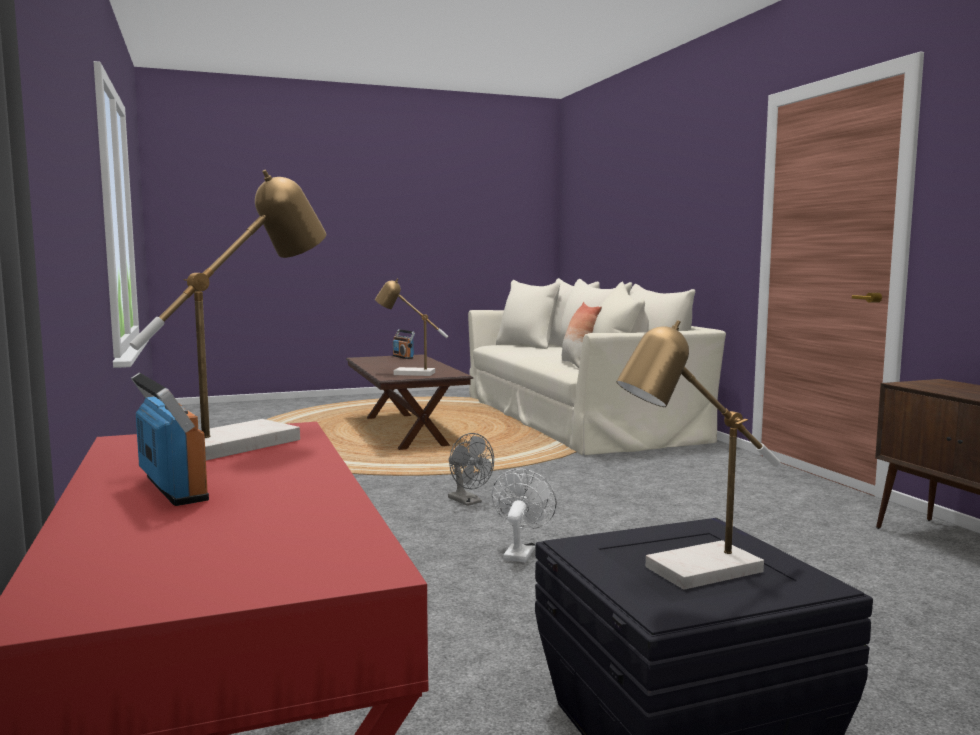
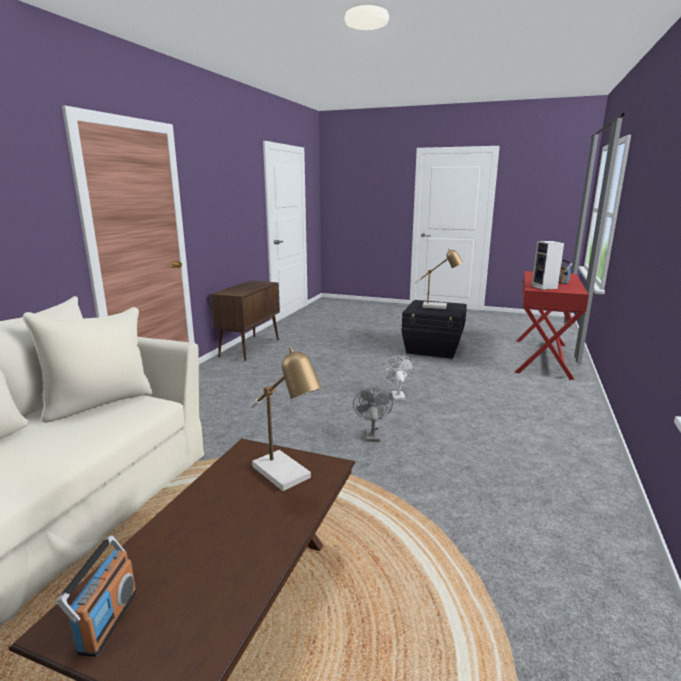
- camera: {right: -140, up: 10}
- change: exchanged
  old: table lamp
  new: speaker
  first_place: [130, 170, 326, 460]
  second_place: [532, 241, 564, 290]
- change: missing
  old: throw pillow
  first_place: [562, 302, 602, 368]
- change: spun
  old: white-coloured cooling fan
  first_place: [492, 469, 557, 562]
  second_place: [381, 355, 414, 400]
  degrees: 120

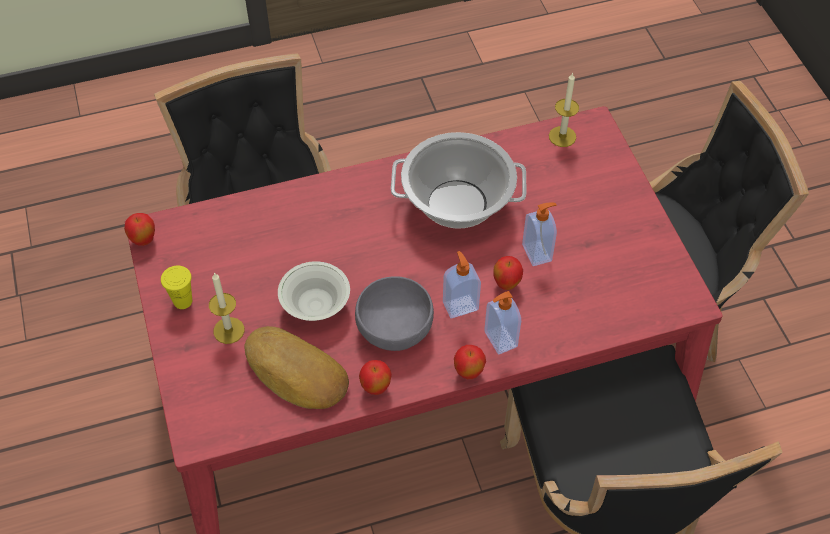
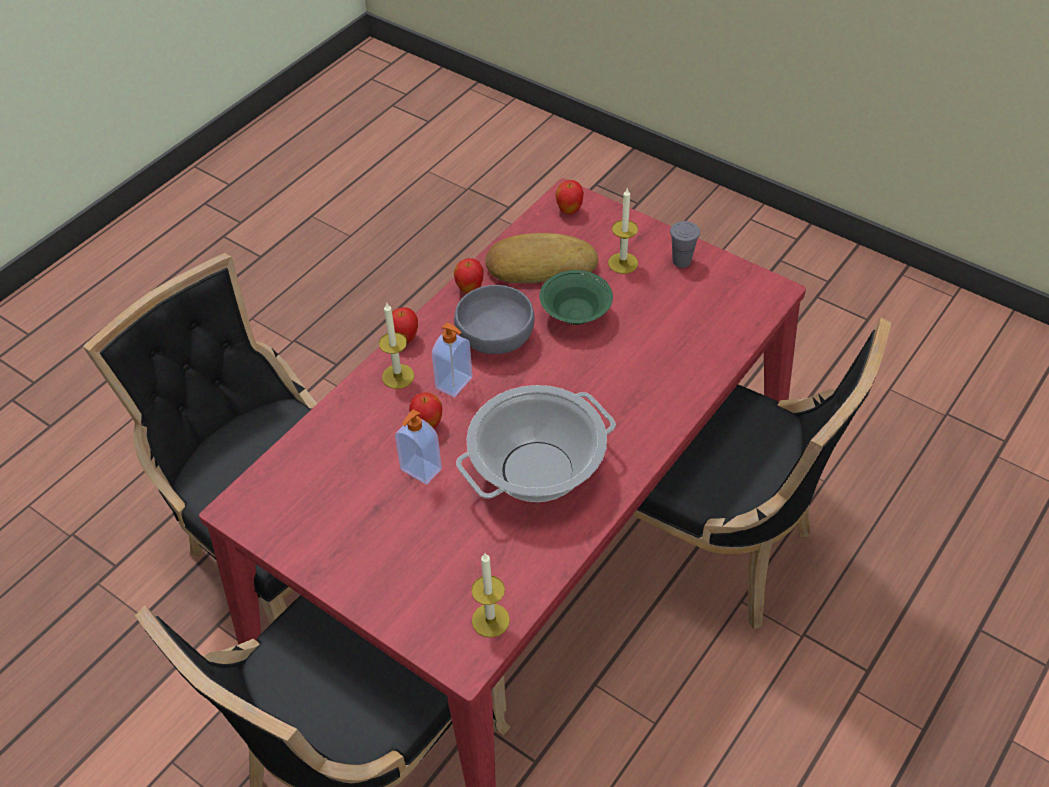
- camera: {right: 145, up: -5}
- change: relocated
  old: apple fruit
  first_place: [124, 213, 155, 246]
  second_place: [556, 180, 584, 215]
- change: colour
  old: white-coloured deep dish
  new: greenish deep dish
  first_place: [278, 261, 350, 321]
  second_place: [540, 270, 613, 325]
- change: colour
  old: yellowish small cup
  new: greyish small cup
  first_place: [161, 266, 192, 309]
  second_place: [670, 221, 700, 268]
- change: exchanged
  old: soap dispenser
  new: candle
  first_place: [484, 291, 521, 355]
  second_place: [379, 302, 414, 389]

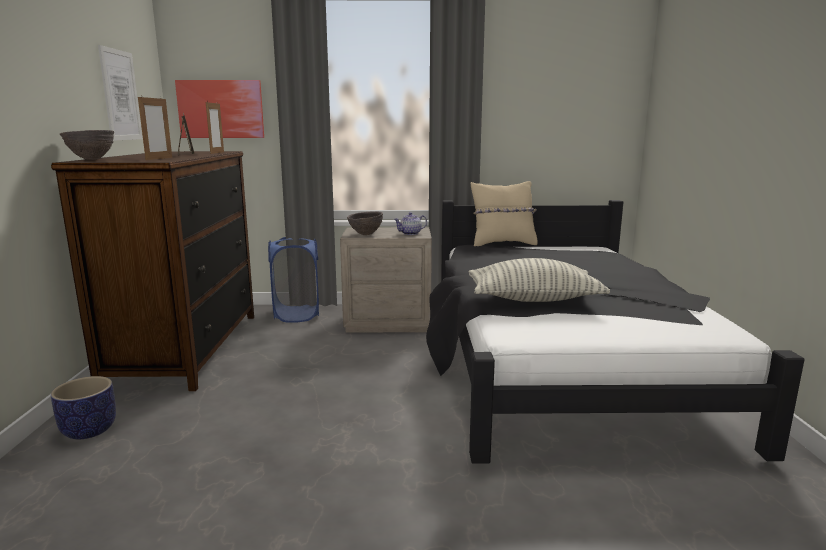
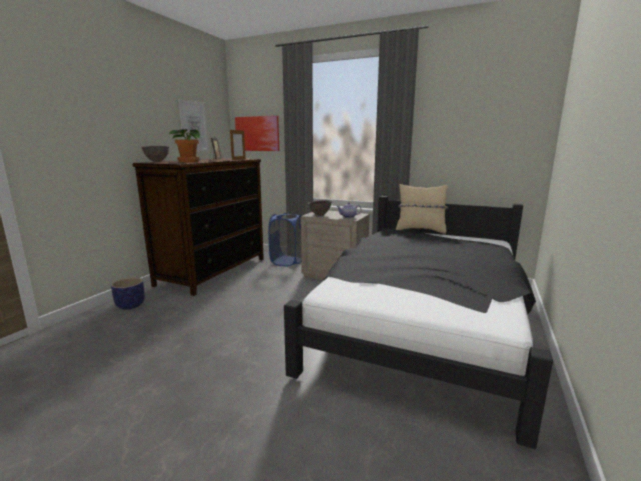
- camera: {right: 25, up: 0}
- change: exchanged
  old: photo frame
  new: plant in a pot
  first_place: [138, 97, 172, 160]
  second_place: [168, 129, 200, 163]
- change: missing
  old: throw pillow
  first_place: [469, 258, 610, 302]

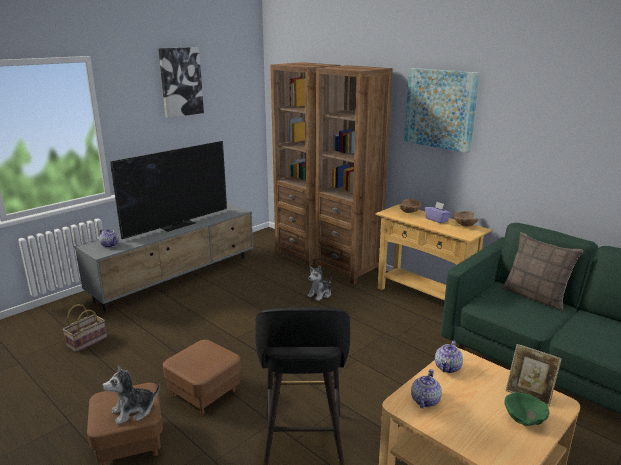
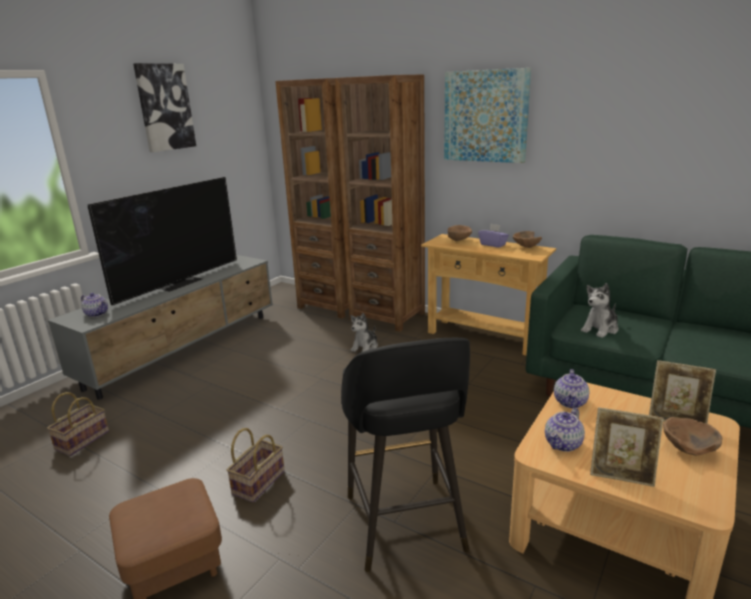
- camera: {right: -10, up: 0}
- change: missing
  old: throw pillow
  first_place: [502, 232, 583, 311]
- change: exchanged
  old: brown-coloured ottoman
  new: household basket
  first_place: [163, 340, 241, 414]
  second_place: [227, 428, 285, 503]
- change: relocated
  old: soft toy
  first_place: [103, 365, 160, 425]
  second_place: [581, 283, 618, 338]
- change: spun
  old: tea pot
  first_place: [411, 369, 442, 408]
  second_place: [545, 408, 585, 452]
  degrees: -150
- change: colour
  old: greenish deep dish
  new: brown-coloured deep dish
  first_place: [504, 392, 549, 426]
  second_place: [663, 417, 722, 456]
- change: appeared
  new: photo frame
  second_place: [590, 407, 664, 487]

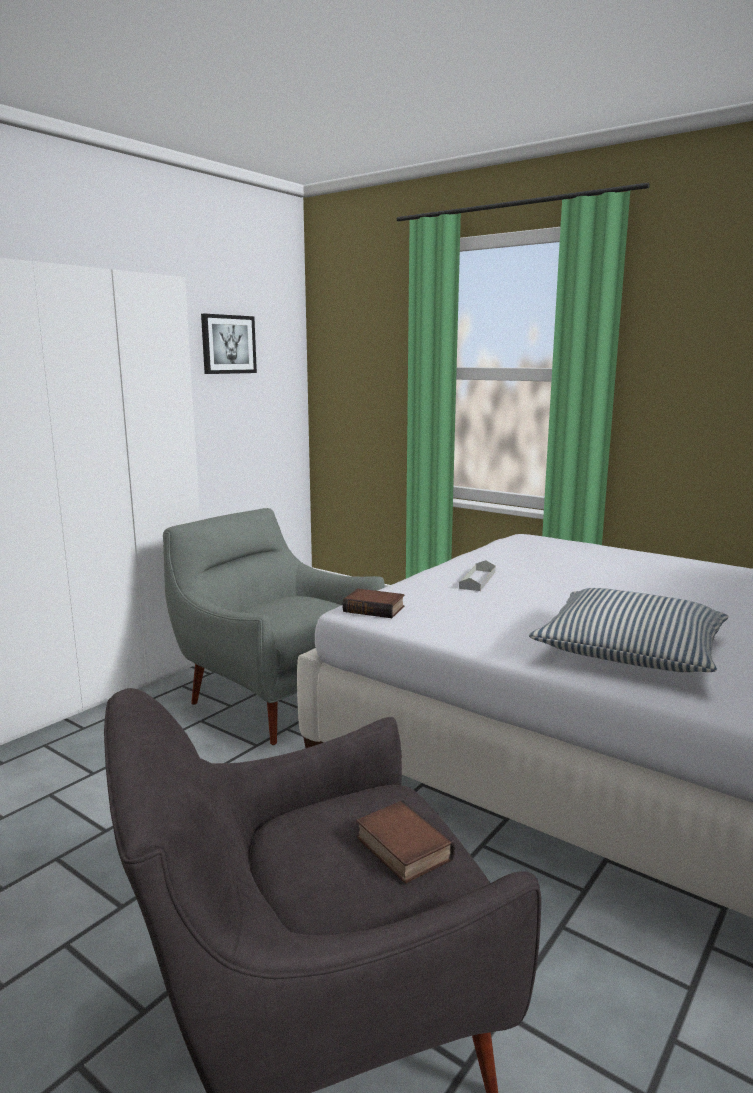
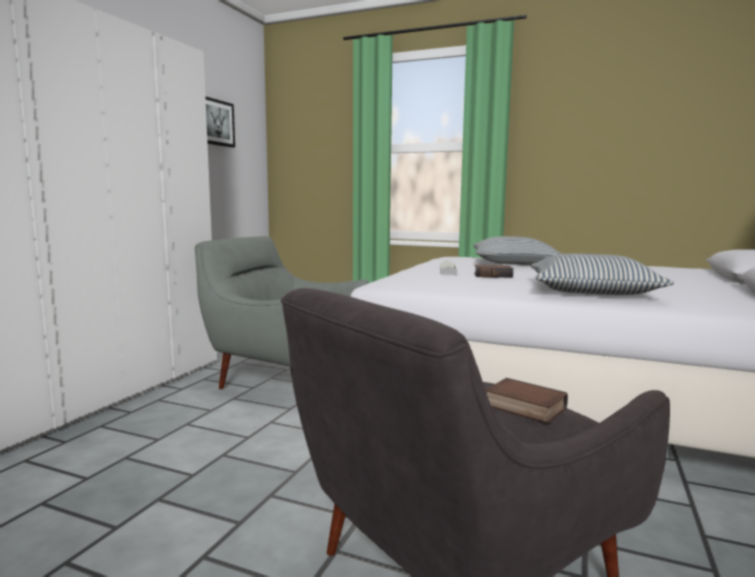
- camera: {right: -15, up: -5}
- change: relocated
  old: volume
  first_place: [342, 589, 405, 618]
  second_place: [474, 265, 513, 278]
- change: appeared
  new: throw pillow
  second_place: [473, 236, 562, 265]

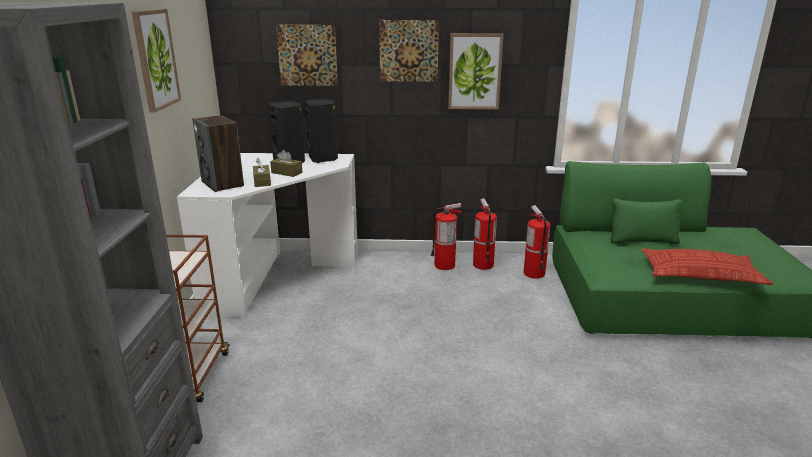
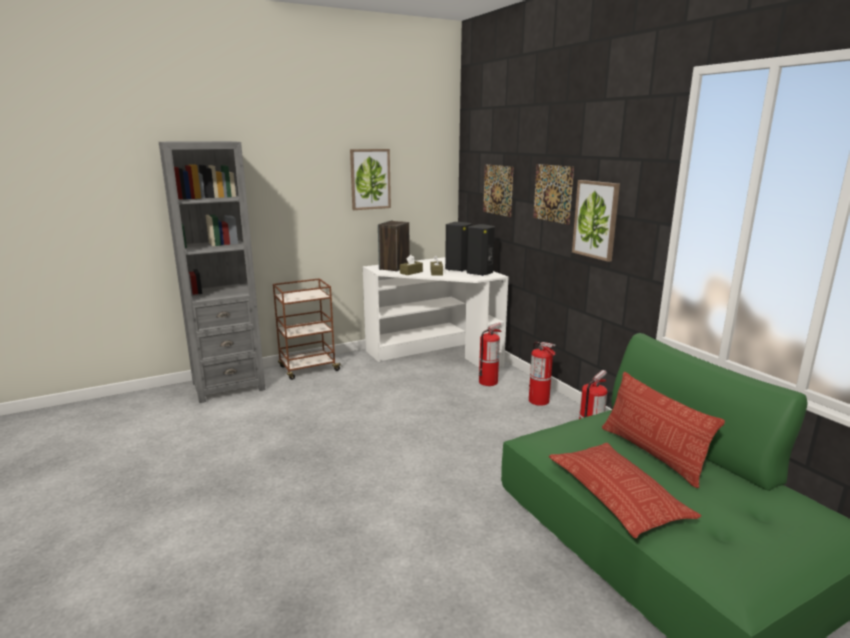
- camera: {right: 60, up: -5}
- change: relocated
  old: fire-fighting cylinder
  first_place: [473, 199, 497, 270]
  second_place: [479, 322, 501, 386]
- change: appeared
  new: throw pillow
  second_place: [602, 372, 725, 488]

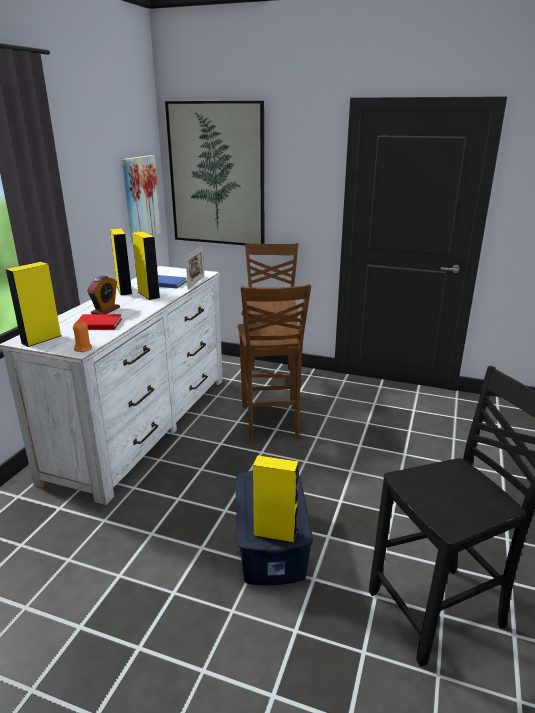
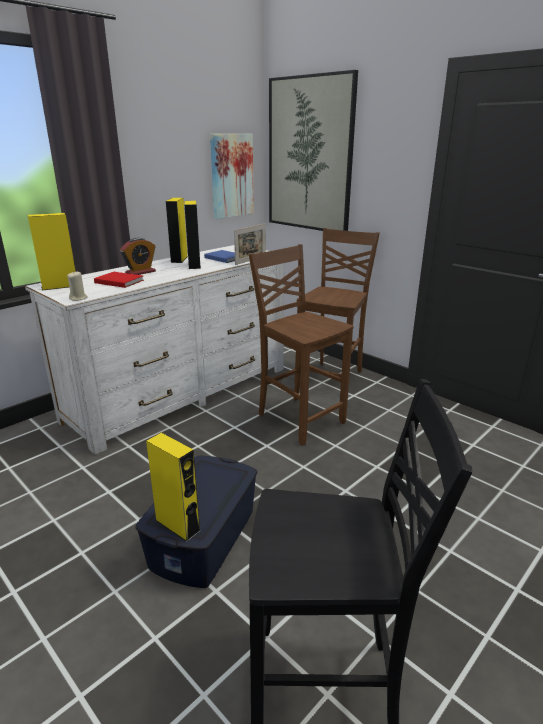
- camera: {right: 25, up: 0}
- change: spun
  old: brown-coloured plain chair
  first_place: [238, 284, 311, 440]
  second_place: [249, 244, 353, 446]
  degrees: 120
- change: colour
  old: orangey candle
  new: beige-coloured candle
  first_place: [73, 322, 92, 352]
  second_place: [67, 272, 88, 301]

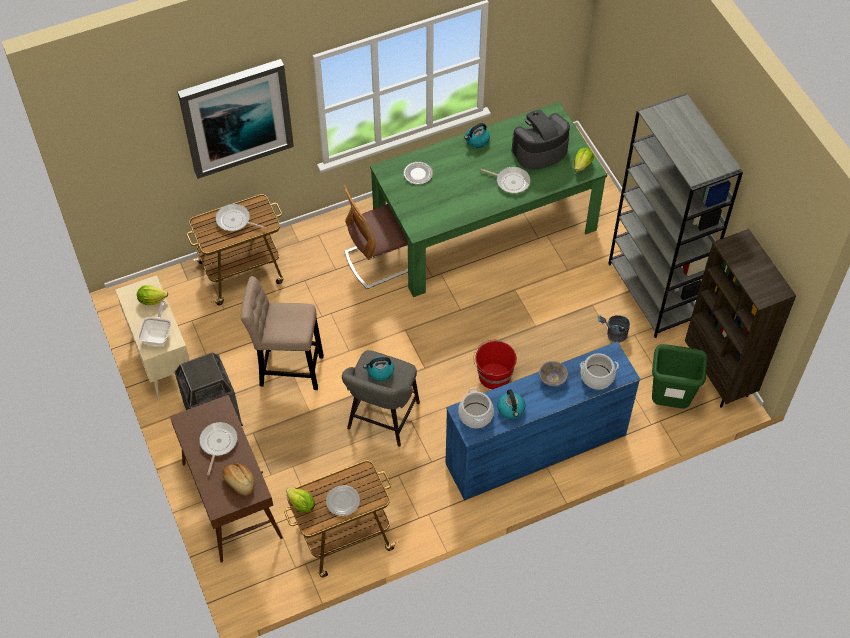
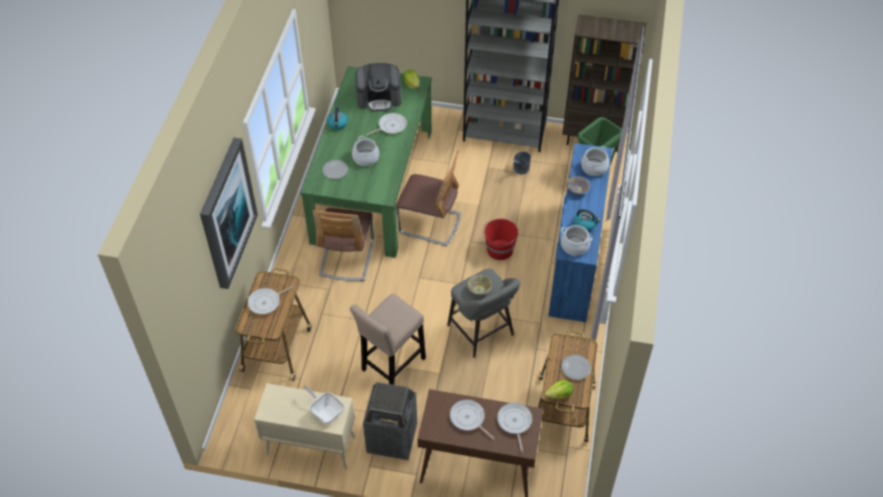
- camera: {right: -55, up: -5}
- change: spun
  old: coffee machine
  first_place: [512, 110, 570, 169]
  second_place: [355, 63, 402, 111]
  degrees: -105
- change: missing
  old: lettuce
  first_place: [137, 285, 168, 305]
- change: exchanged
  old: water kettle
  new: beige-coloured deep dish
  first_place: [363, 356, 394, 381]
  second_place: [467, 275, 492, 295]
- change: exchanged
  old: bakery bread
  new: skillet
  first_place: [222, 463, 255, 495]
  second_place: [497, 403, 532, 452]
- change: appeared
  new: cooking pot
  second_place: [352, 136, 379, 166]
- change: appeared
  new: plain chair
  second_place: [396, 151, 461, 246]

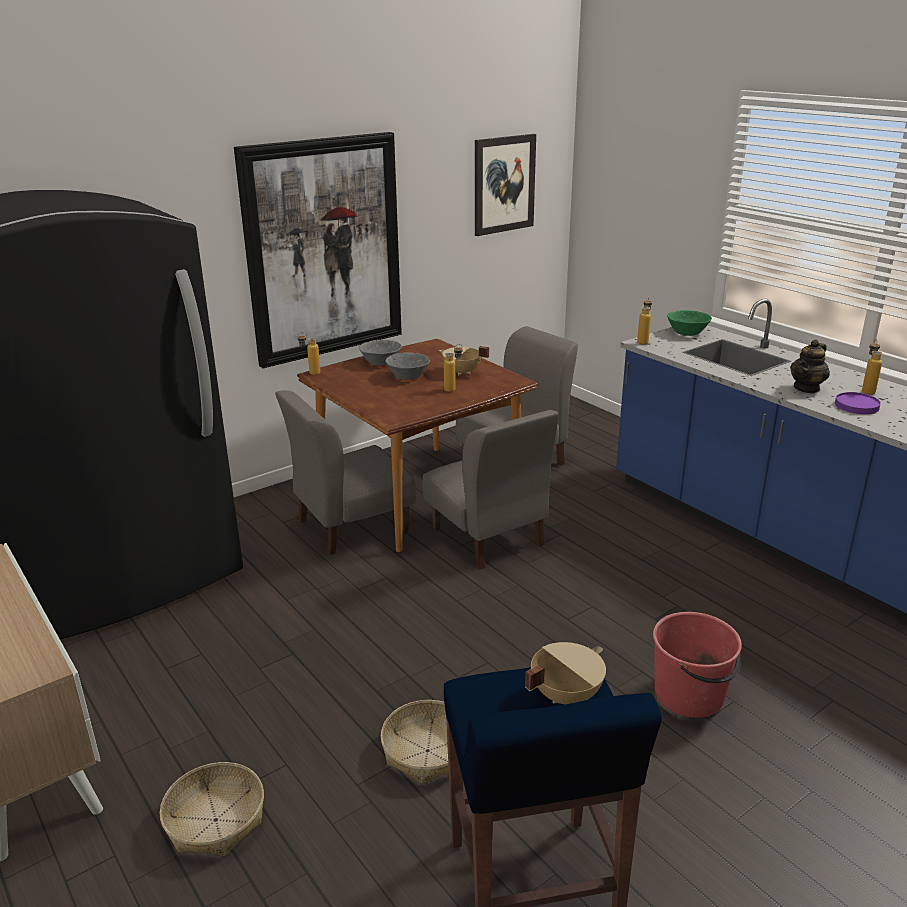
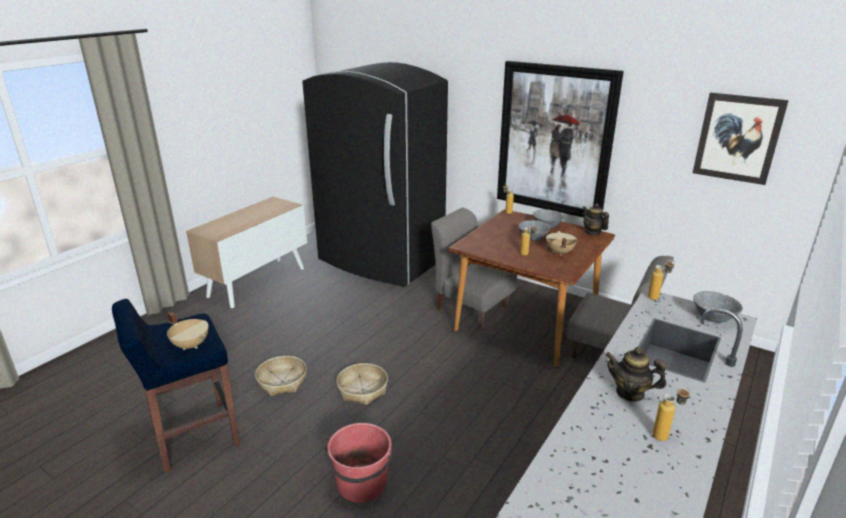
- camera: {right: 70, up: 0}
- change: colour
  old: greenish deep dish
  new: greyish deep dish
  first_place: [667, 310, 712, 336]
  second_place: [693, 291, 743, 323]
- change: missing
  old: purple plate
  first_place: [835, 392, 881, 414]
- change: missing
  old: greyish plain chair
  first_place: [422, 410, 558, 569]
- change: relocated
  old: household basket
  first_place: [160, 762, 264, 856]
  second_place: [336, 363, 388, 405]
- change: appeared
  new: tea pot
  second_place: [583, 203, 609, 236]

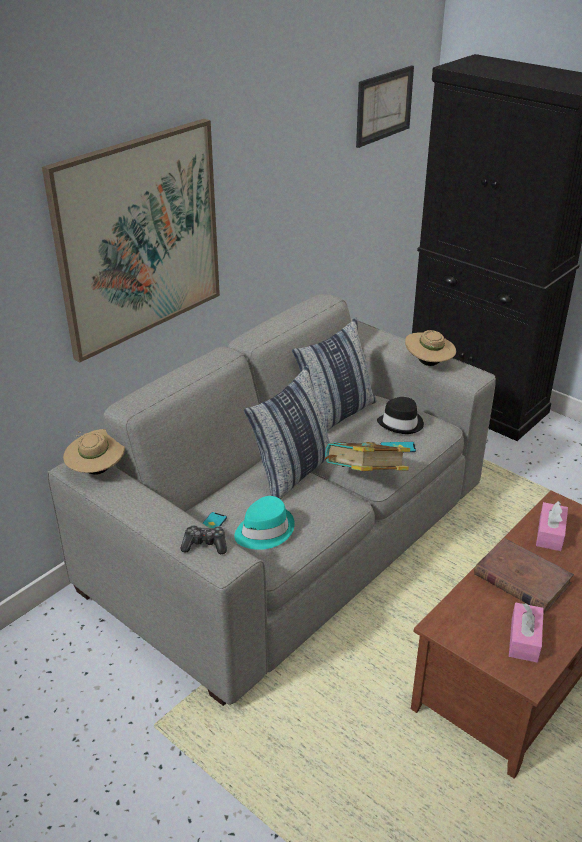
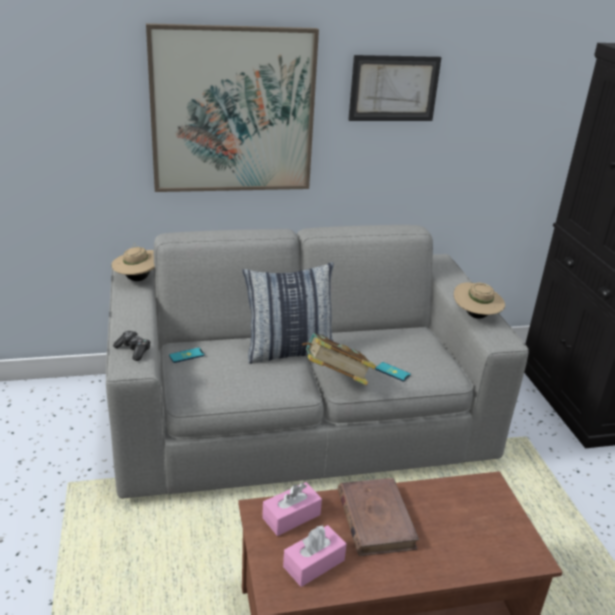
- camera: {right: 35, up: -5}
- change: relocated
  old: wall art
  first_place: [356, 65, 414, 148]
  second_place: [348, 55, 442, 121]
- change: missing
  old: throw pillow
  first_place: [292, 317, 376, 431]
- change: missing
  old: black-coloured clothing hat
  first_place: [377, 397, 424, 434]
- change: missing
  old: turquoise clothing hat
  first_place: [234, 496, 295, 550]
- change: relocated
  old: pink box of tissues
  first_place: [536, 501, 568, 551]
  second_place: [262, 482, 322, 536]

